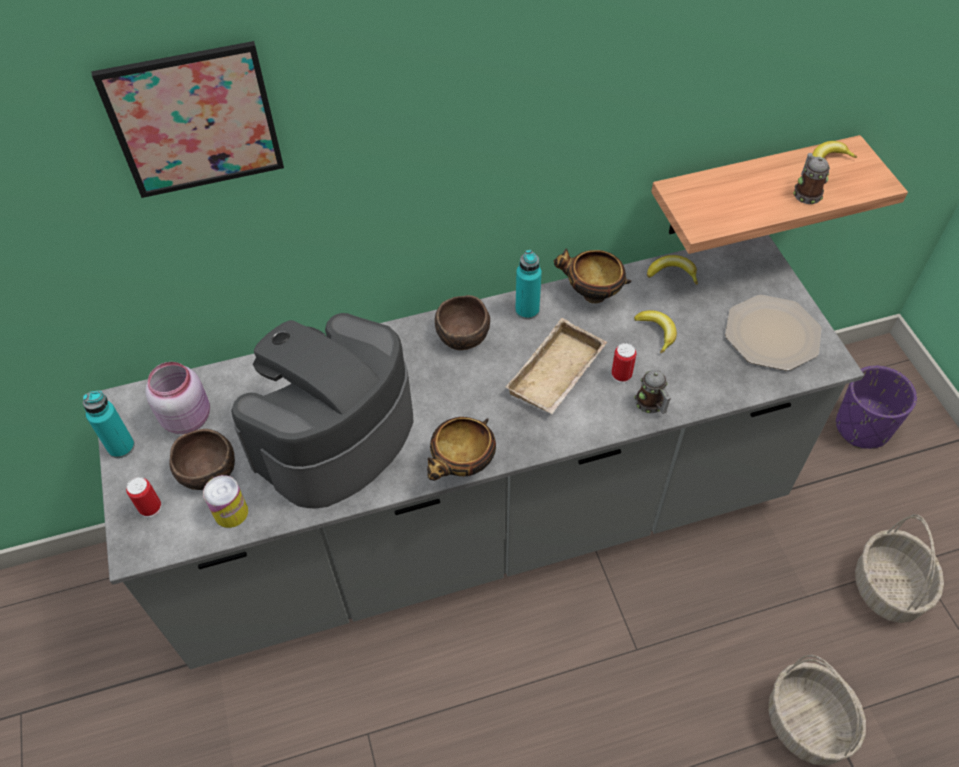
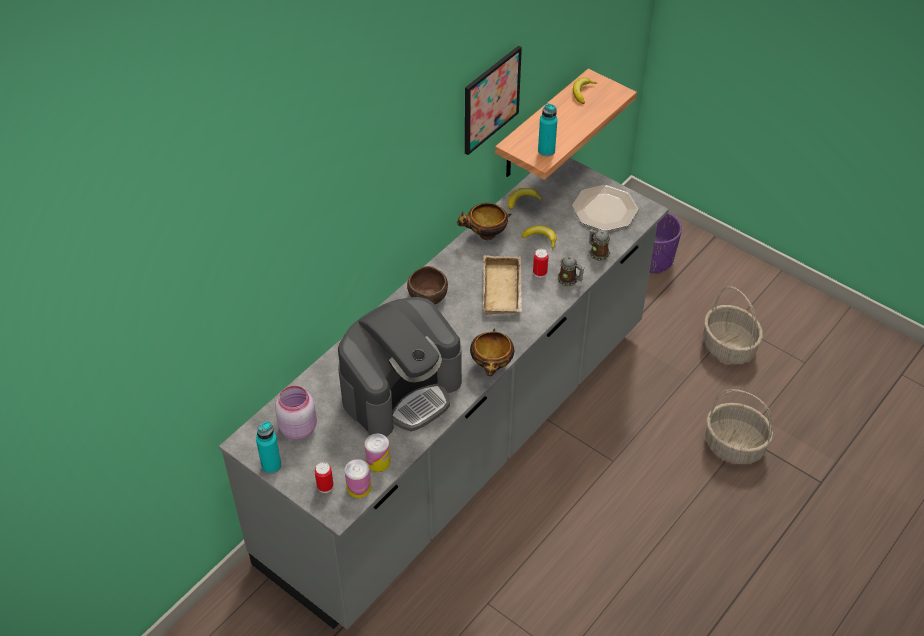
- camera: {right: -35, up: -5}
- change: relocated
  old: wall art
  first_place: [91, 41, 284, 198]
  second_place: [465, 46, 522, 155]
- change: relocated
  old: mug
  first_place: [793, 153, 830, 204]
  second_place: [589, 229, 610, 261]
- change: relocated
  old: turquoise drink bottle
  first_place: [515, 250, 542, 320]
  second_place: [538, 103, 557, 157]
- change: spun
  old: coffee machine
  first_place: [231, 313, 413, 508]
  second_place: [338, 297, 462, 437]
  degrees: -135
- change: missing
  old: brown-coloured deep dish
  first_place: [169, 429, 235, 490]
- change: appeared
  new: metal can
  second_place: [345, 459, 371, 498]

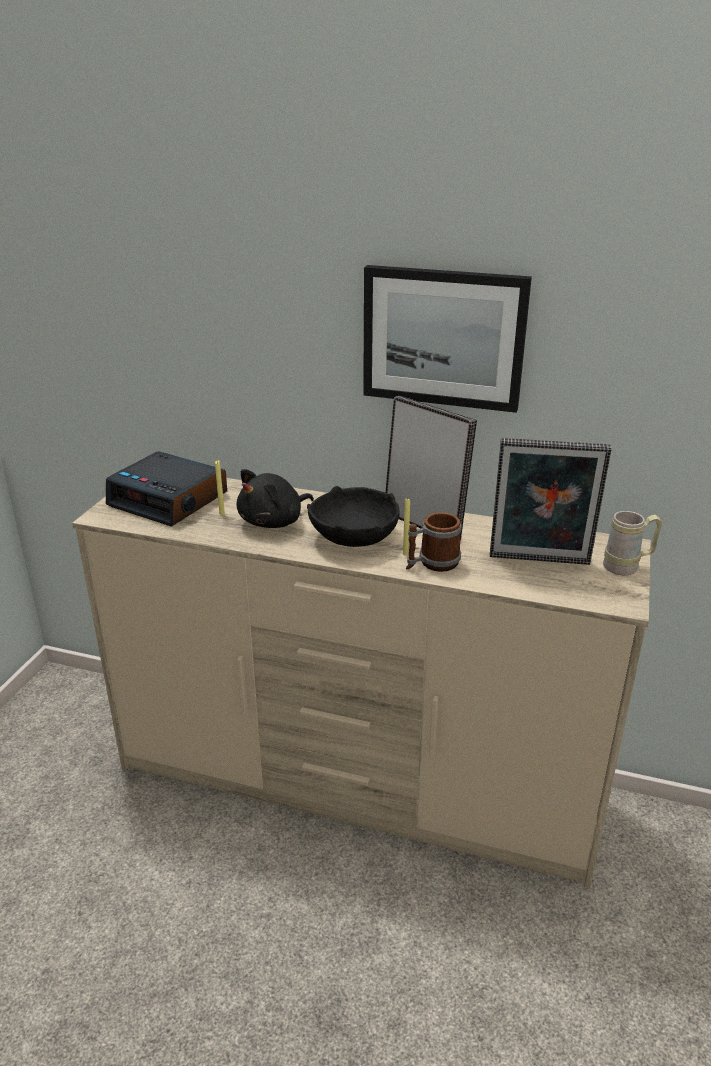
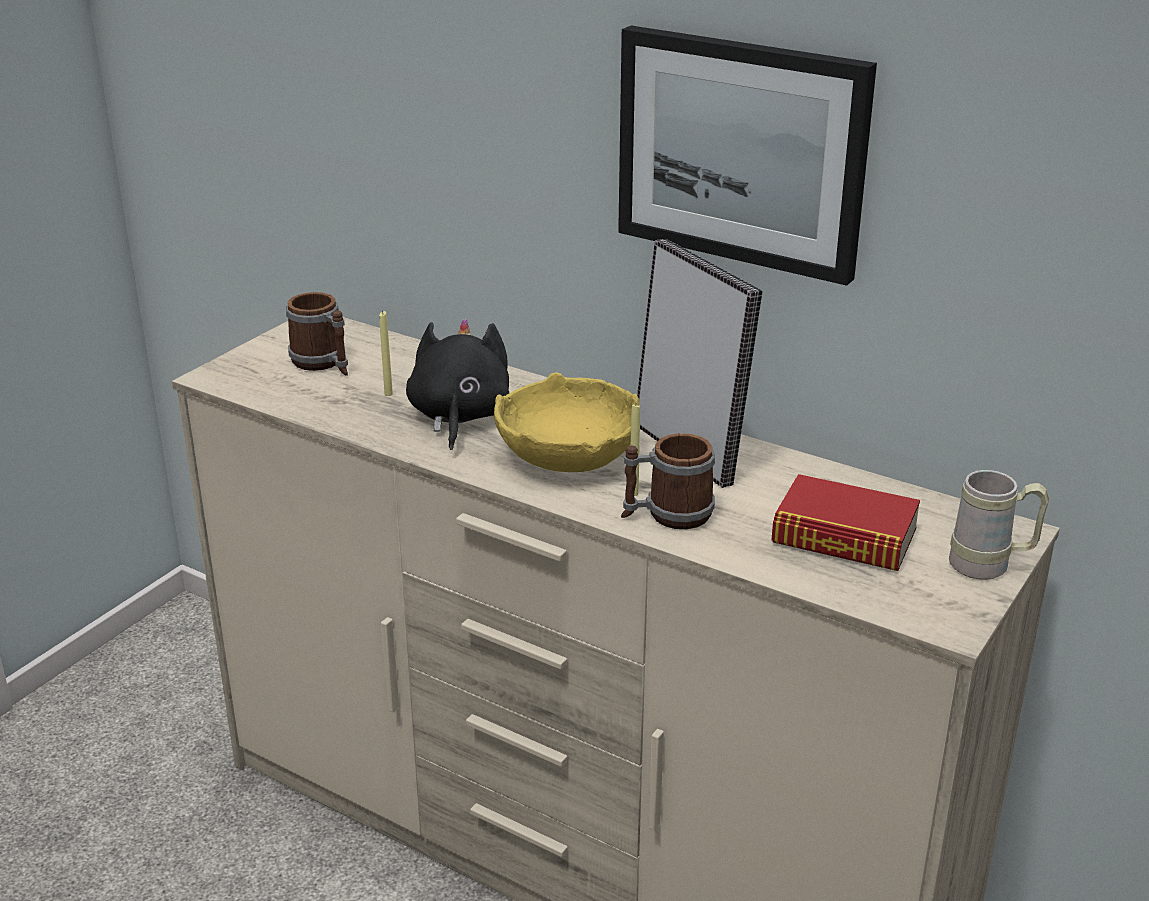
- camera: {right: 15, up: 0}
- change: exchanged
  old: photo frame
  new: volume
  first_place: [490, 438, 611, 565]
  second_place: [772, 474, 920, 571]
- change: exchanged
  old: bedside clock
  new: mug
  first_place: [106, 451, 227, 527]
  second_place: [286, 292, 348, 376]
- change: spun
  old: black-coloured soft toy
  first_place: [237, 469, 314, 528]
  second_place: [406, 318, 509, 450]
  degrees: 120
- change: colour
  old: black-coloured deep dish
  new: yellowish deep dish
  first_place: [307, 486, 400, 547]
  second_place: [494, 372, 640, 472]

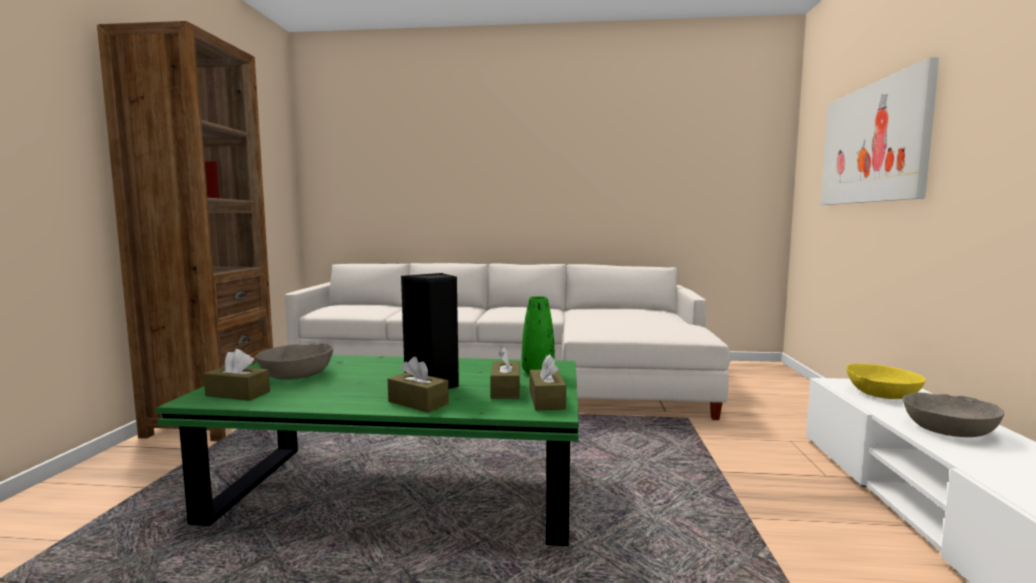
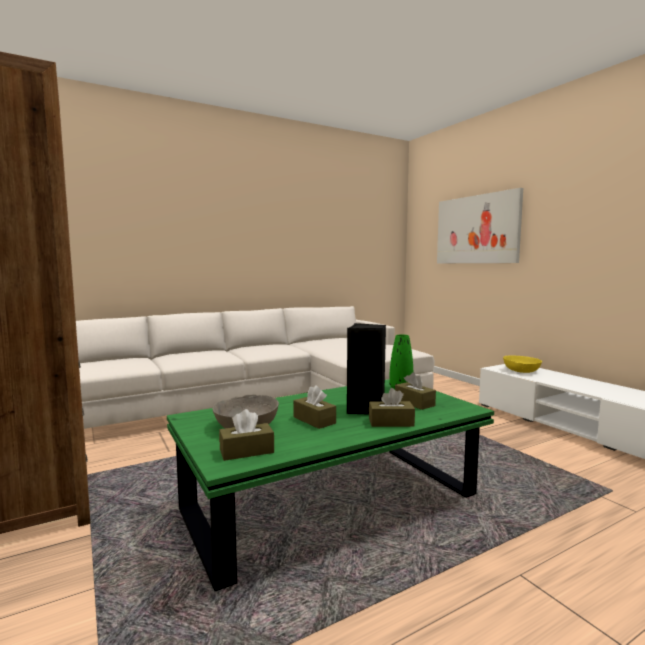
- camera: {right: -35, up: 0}
- change: relocated
  old: brown-coloured box of tissues
  first_place: [530, 354, 566, 410]
  second_place: [293, 385, 336, 429]
- change: missing
  old: greyish deep dish
  first_place: [903, 393, 1004, 437]

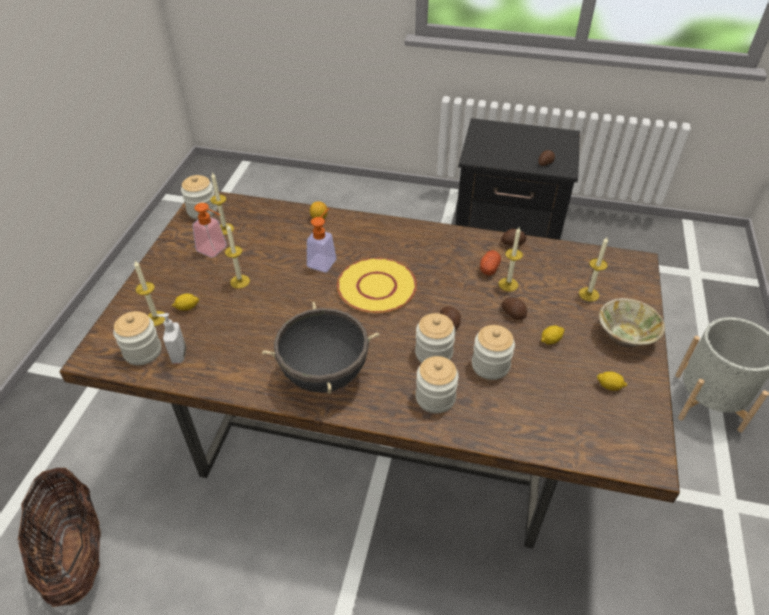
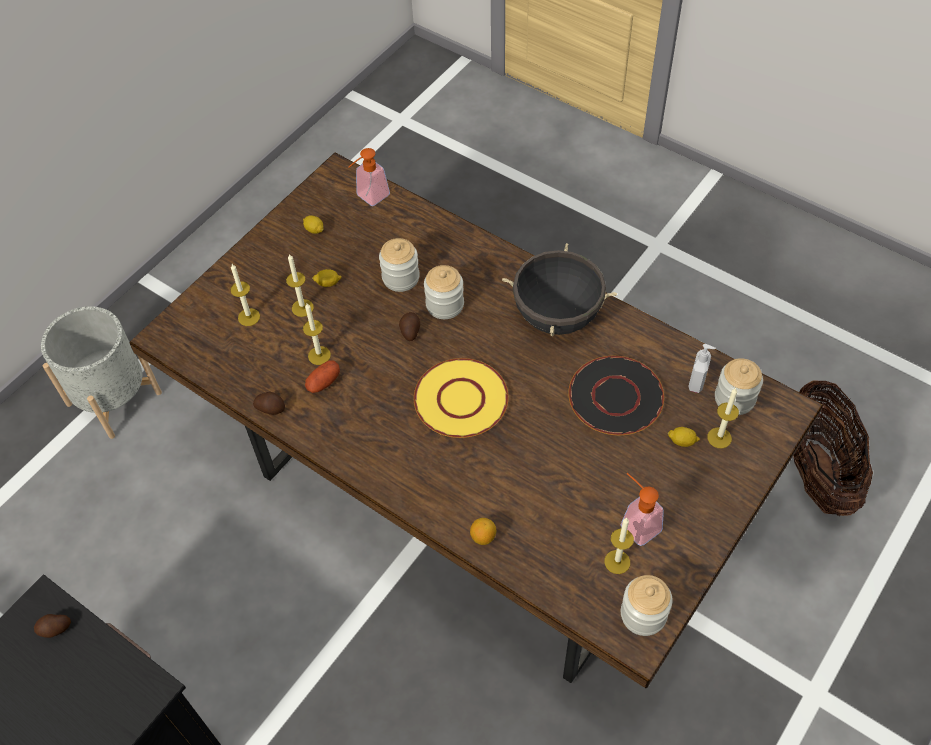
- camera: {right: -155, up: 10}
- change: relocated
  old: soap dispenser
  first_place: [307, 208, 336, 272]
  second_place: [349, 148, 390, 206]
- change: relocated
  old: candle
  first_place: [225, 224, 250, 289]
  second_place: [286, 254, 314, 317]
- change: missing
  old: potato
  first_place: [501, 298, 527, 320]
- change: missing
  old: beige-coloured deep dish
  first_place: [599, 298, 665, 348]
- change: missing
  old: preserve jar
  first_place: [416, 356, 459, 413]
- change: appeared
  new: black-coloured plate
  second_place: [568, 356, 664, 435]

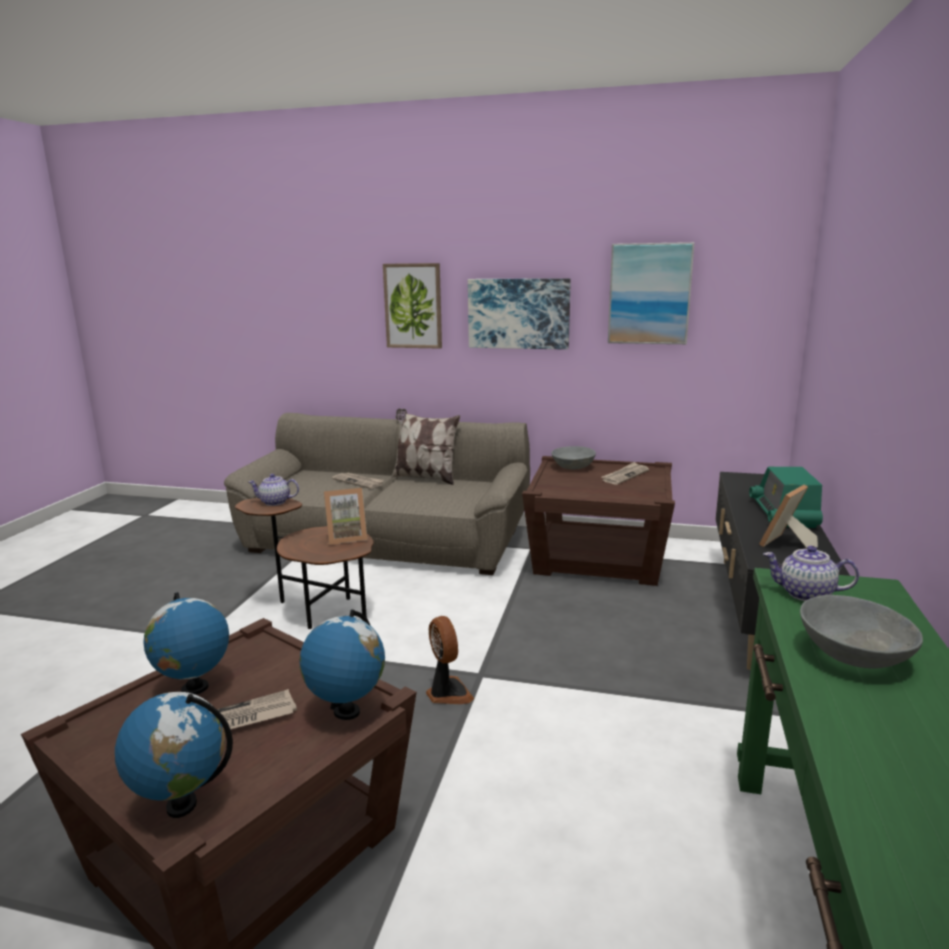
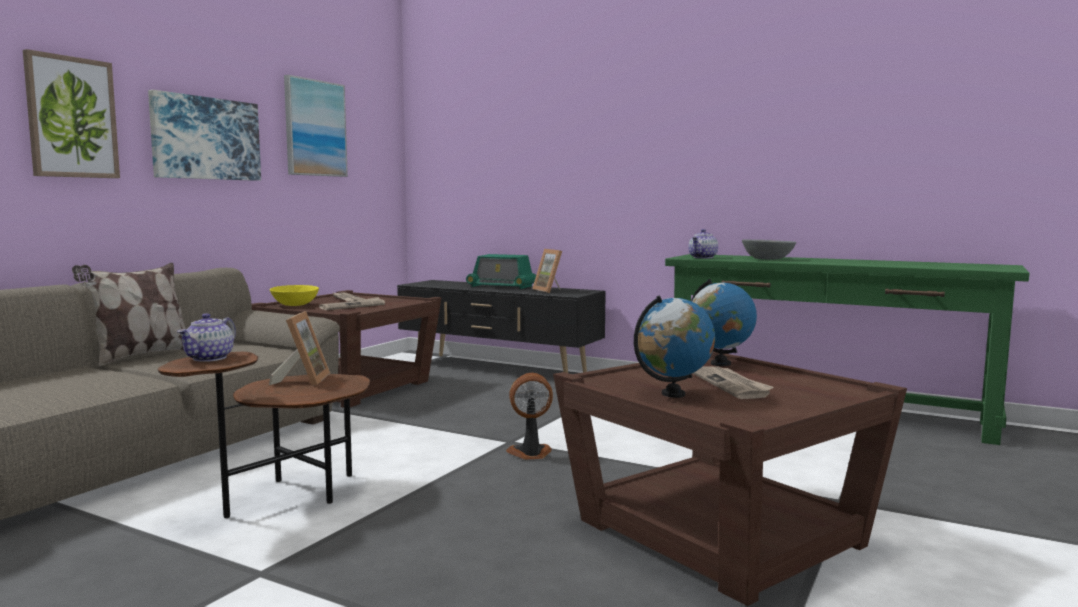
- camera: {right: -75, up: -10}
- change: colour
  old: greyish deep dish
  new: yellowish deep dish
  first_place: [551, 446, 596, 469]
  second_place: [270, 285, 319, 306]
- change: relocated
  old: newspaper
  first_place: [332, 473, 384, 489]
  second_place: [319, 297, 385, 310]
- change: missing
  old: globe
  first_place: [115, 692, 233, 818]

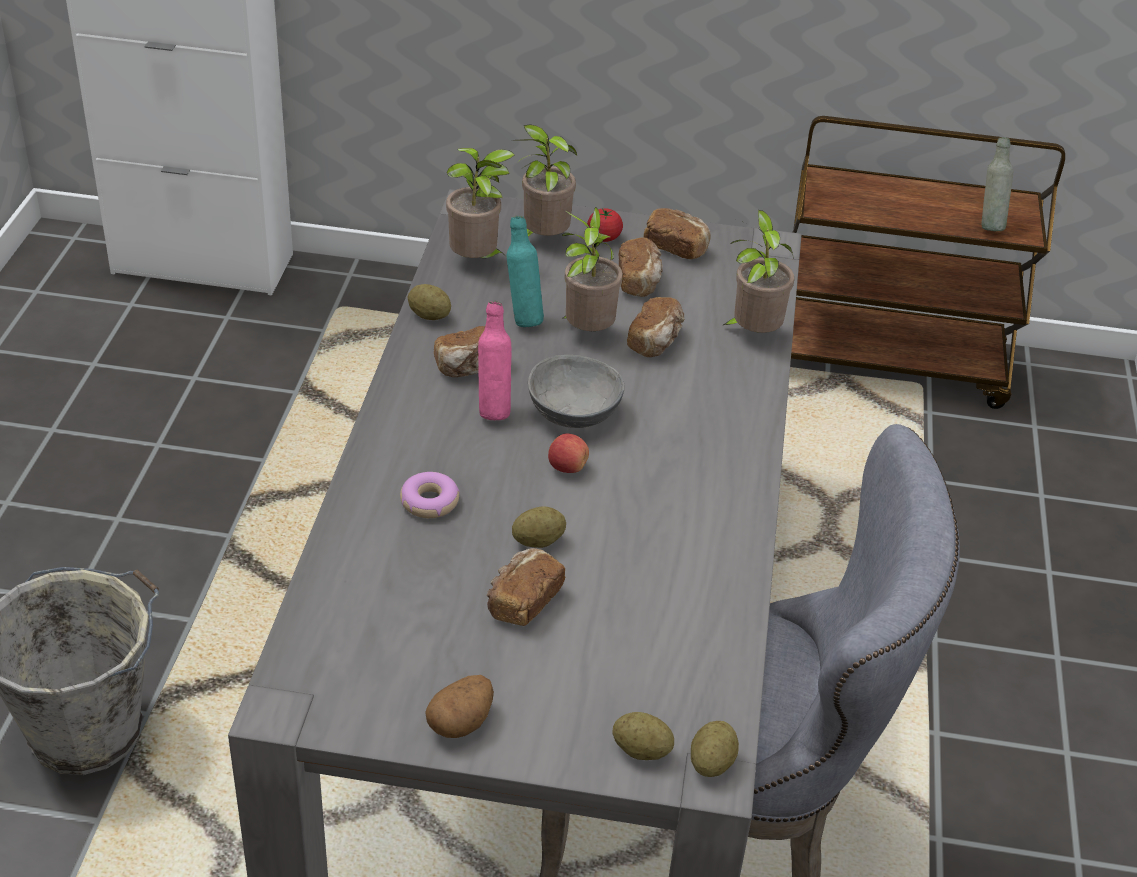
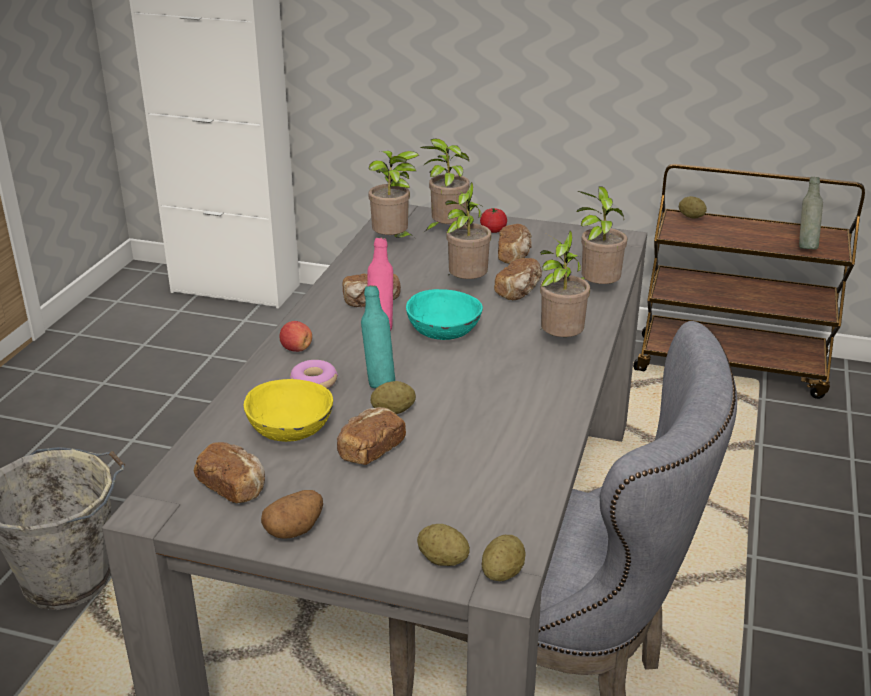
- camera: {right: 10, up: -10}
- change: relocated
  old: bakery bread
  first_place: [644, 208, 711, 259]
  second_place: [194, 442, 265, 503]
- change: relocated
  old: turquoise drink bottle
  first_place: [507, 216, 544, 327]
  second_place: [361, 285, 395, 388]
- change: relocated
  old: potato
  first_place: [408, 284, 451, 320]
  second_place: [679, 196, 707, 219]
- change: colour
  old: greyish deep dish
  new: turquoise deep dish
  first_place: [528, 355, 625, 428]
  second_place: [406, 289, 483, 340]
- change: relocated
  old: apple fruit
  first_place: [548, 433, 589, 473]
  second_place: [280, 321, 312, 352]
- change: appeared
  new: plant in a pot
  second_place: [539, 231, 590, 337]
- change: appeared
  new: yellowish deep dish
  second_place: [244, 379, 333, 442]

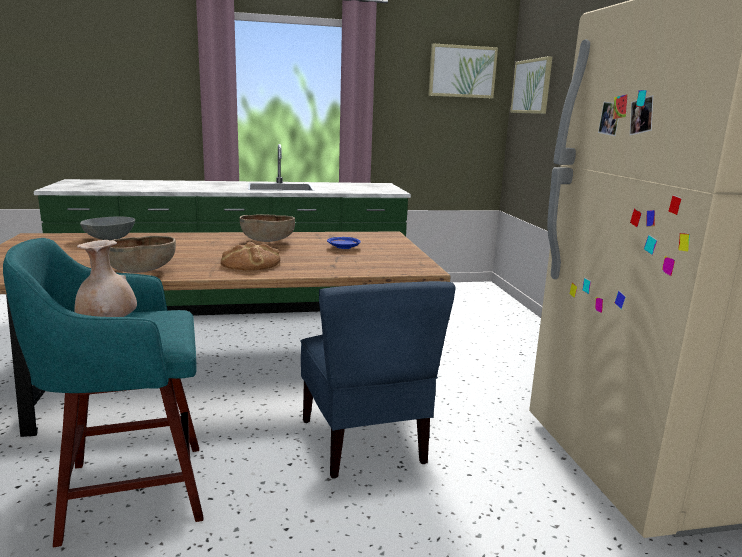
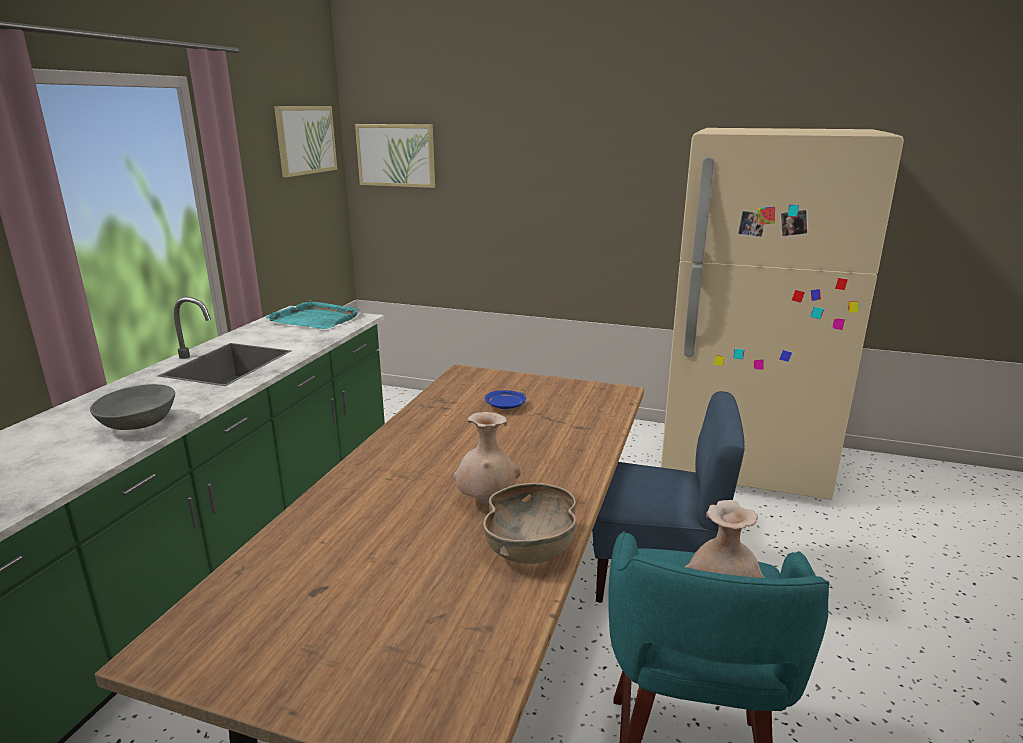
- camera: {right: -60, up: 5}
- change: missing
  old: brown-coloured deep dish
  first_place: [239, 215, 295, 242]
- change: relocated
  old: greyish deep dish
  first_place: [80, 216, 135, 240]
  second_place: [90, 384, 175, 430]
- change: missing
  old: bakery bread
  first_place: [221, 242, 281, 271]
- change: appeared
  new: turquoise tray
  second_place: [266, 300, 359, 329]
- change: appeared
  new: beige-coloured flower vase
  second_place: [454, 412, 521, 504]

